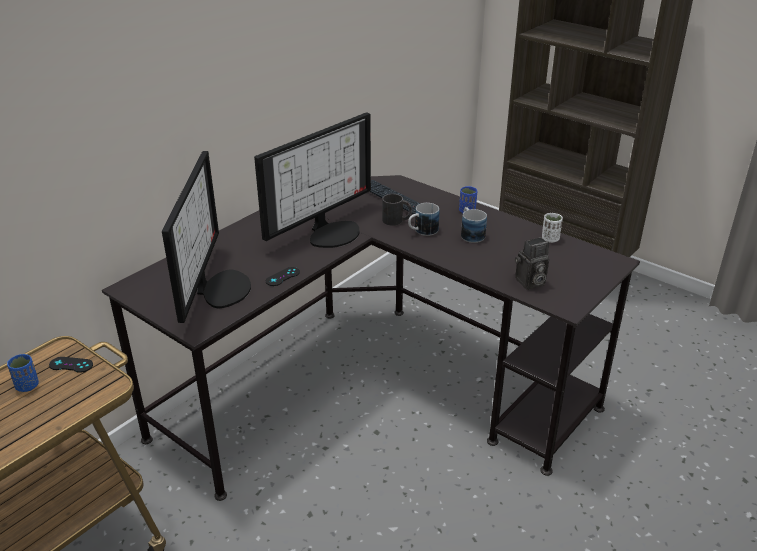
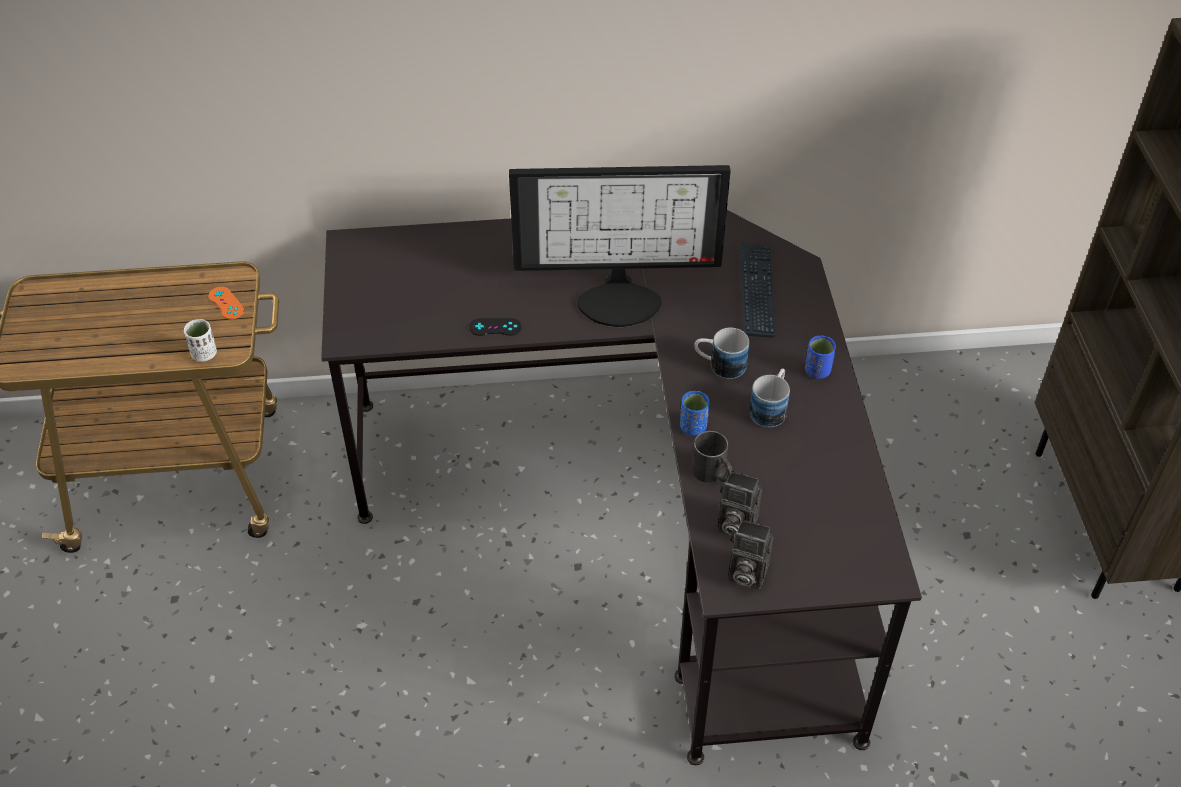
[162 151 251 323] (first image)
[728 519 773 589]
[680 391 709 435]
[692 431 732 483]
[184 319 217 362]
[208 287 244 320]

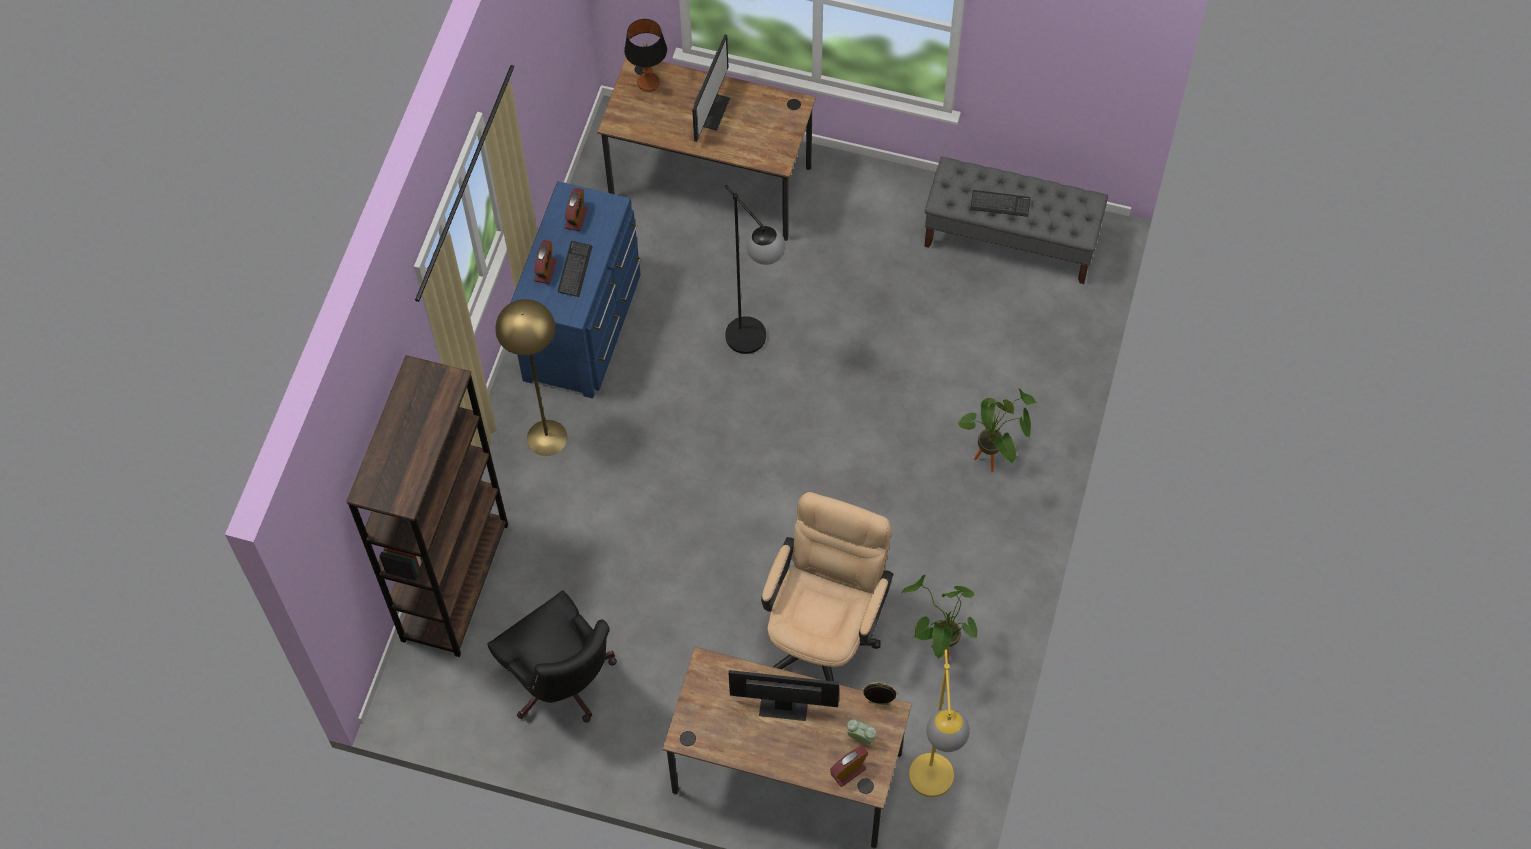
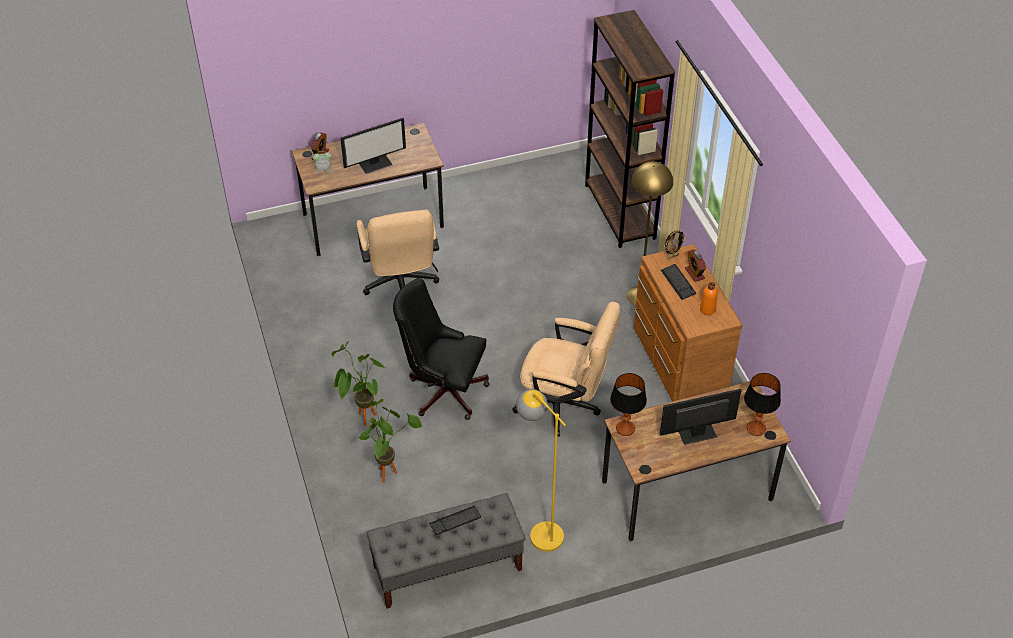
[610 373 647 436]
[393 278 490 420]
[664 230 686 260]
[358 399 422 483]
[516 389 566 552]
[700 282 718 315]
[512 301 621 437]
[634 244 743 402]
[660 389 742 445]

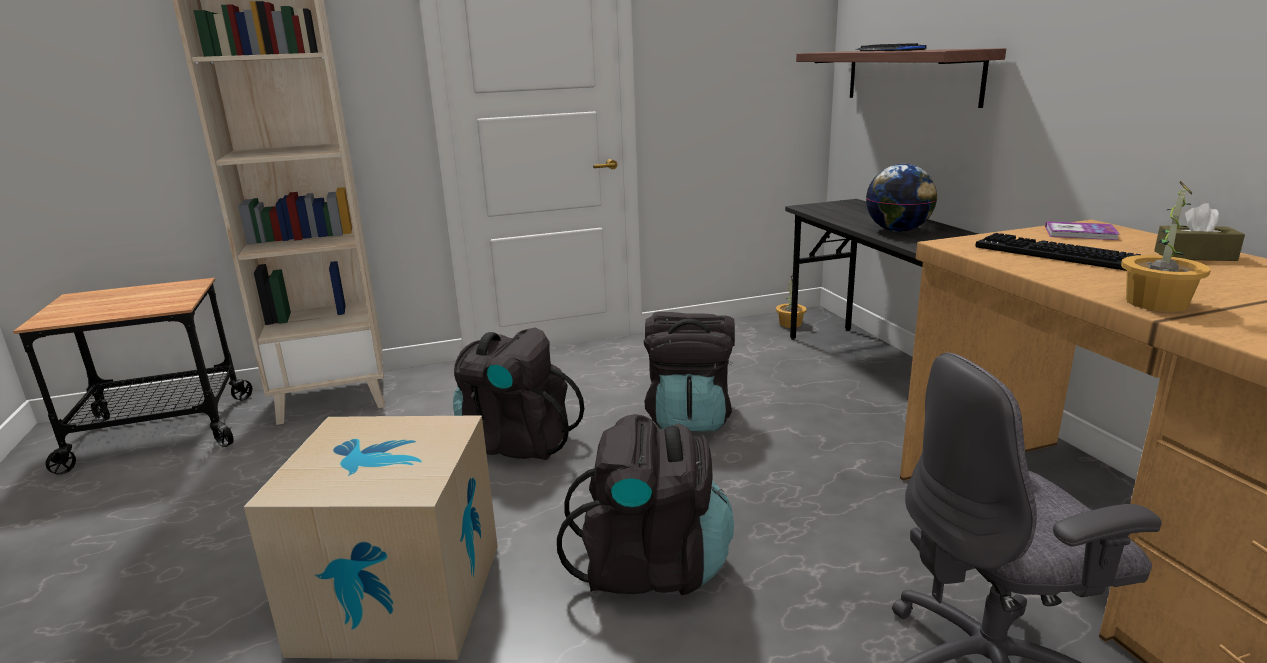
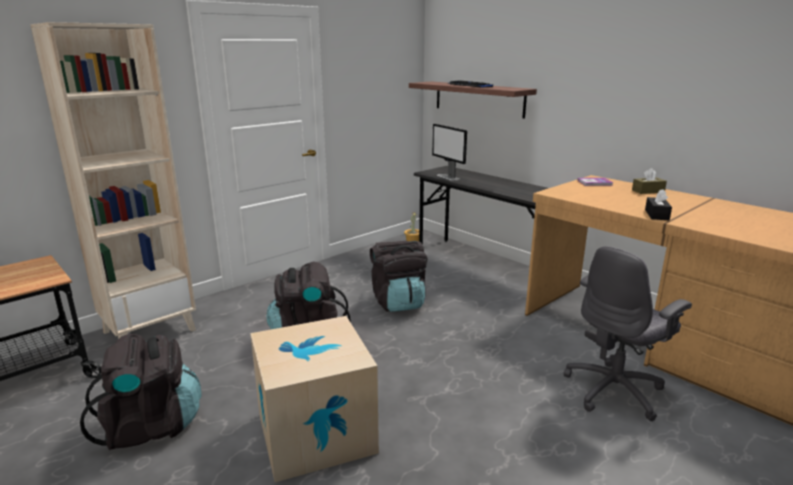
[866 164 937 232] (first image)
[975 233 1141 271] (first image)
[432 124 467 181]
[80 334 202 451]
[645 189 672 220]

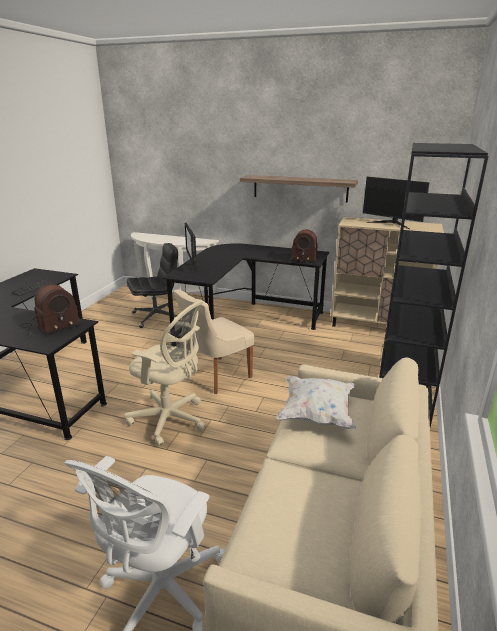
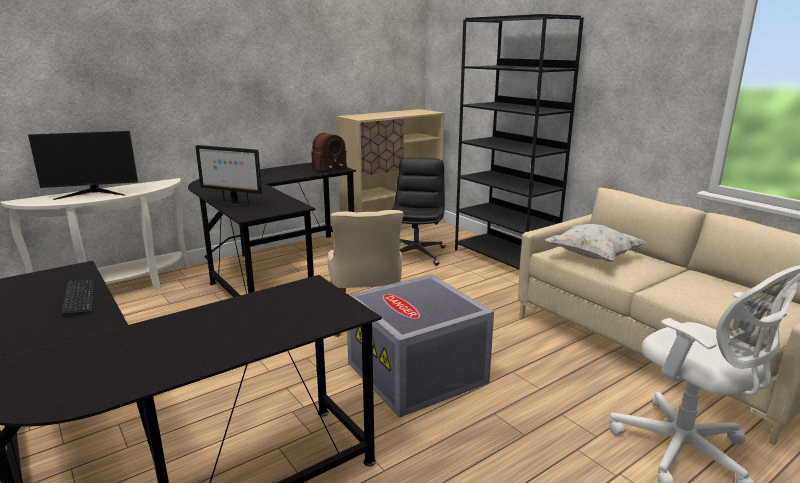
[20 284 81 336] (first image)
[240 175 358 203] (first image)
[391 158 445 266]
[28 131 138 200]
[347 274 494 418]

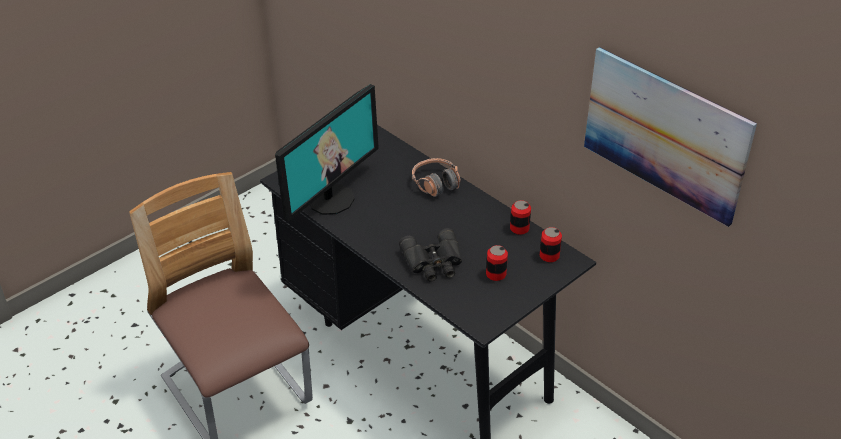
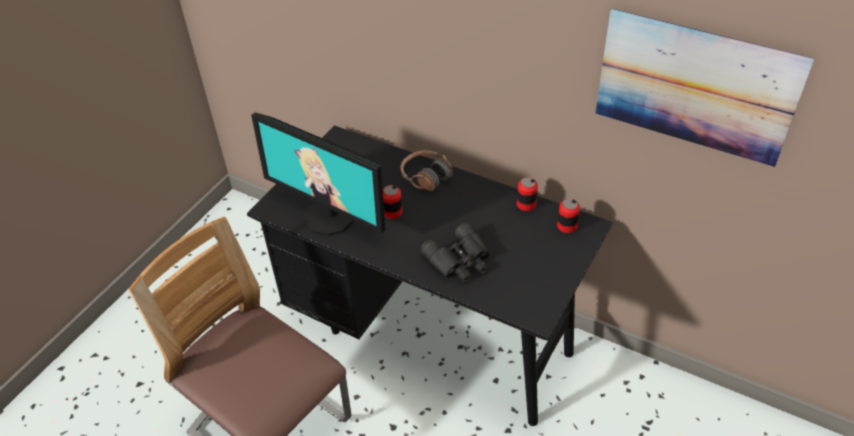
[383 185 403 219]
[251 112 385 236]

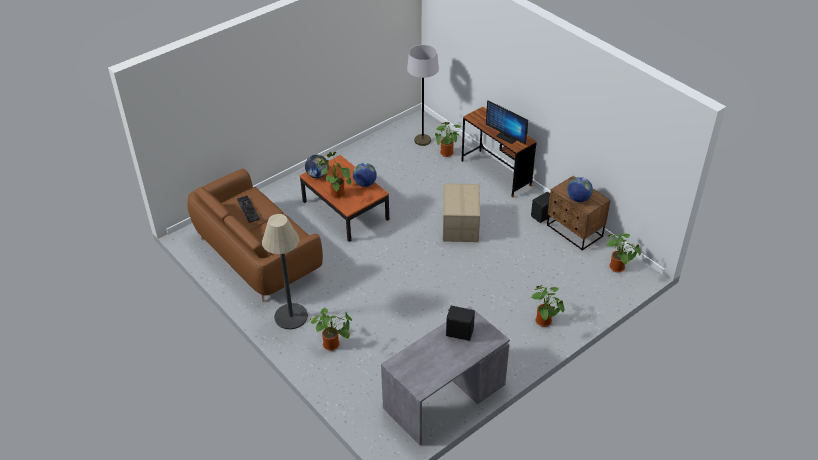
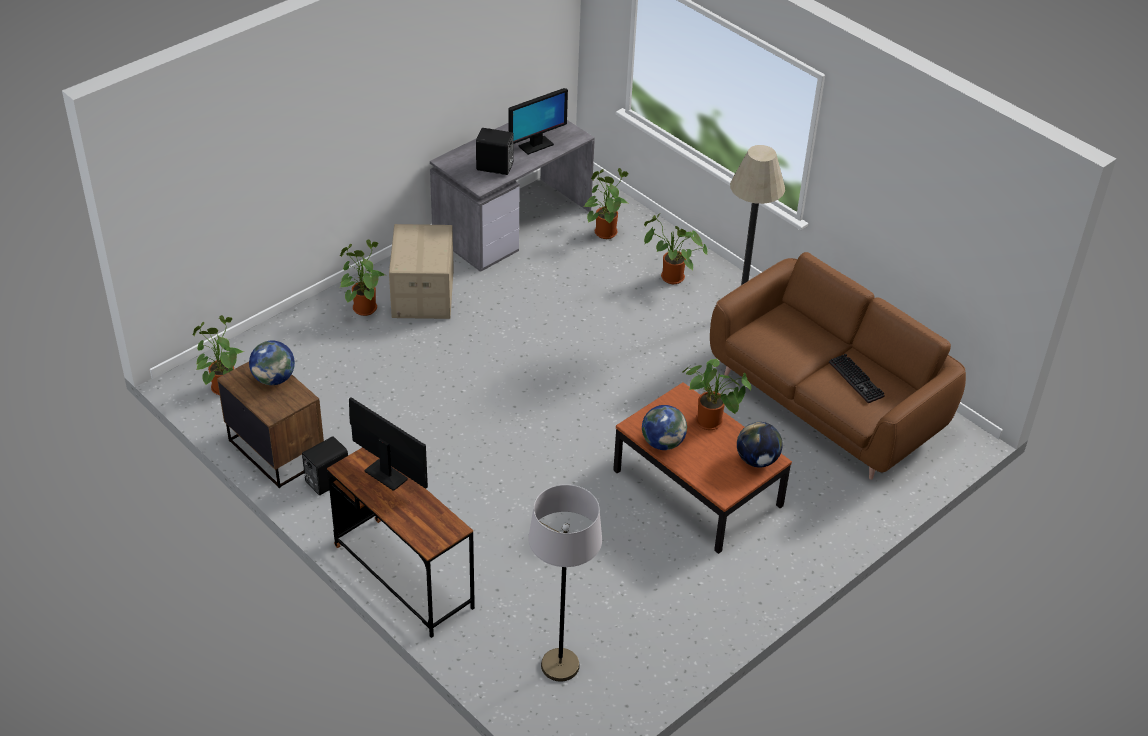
[508 88 568 155]
[583 168 629 239]
[389 224 454 319]

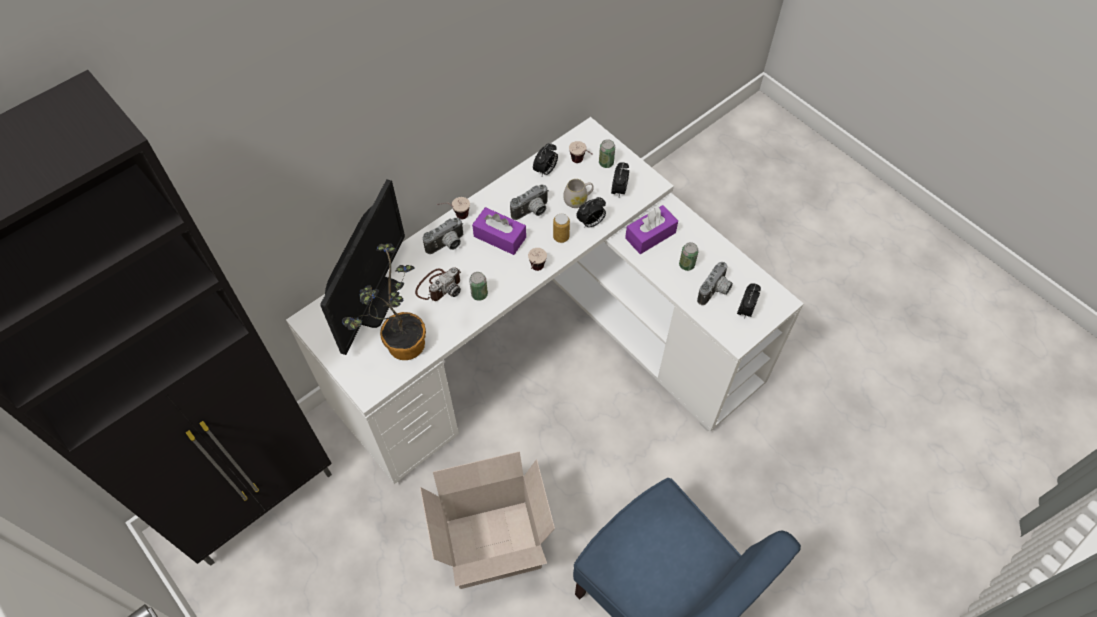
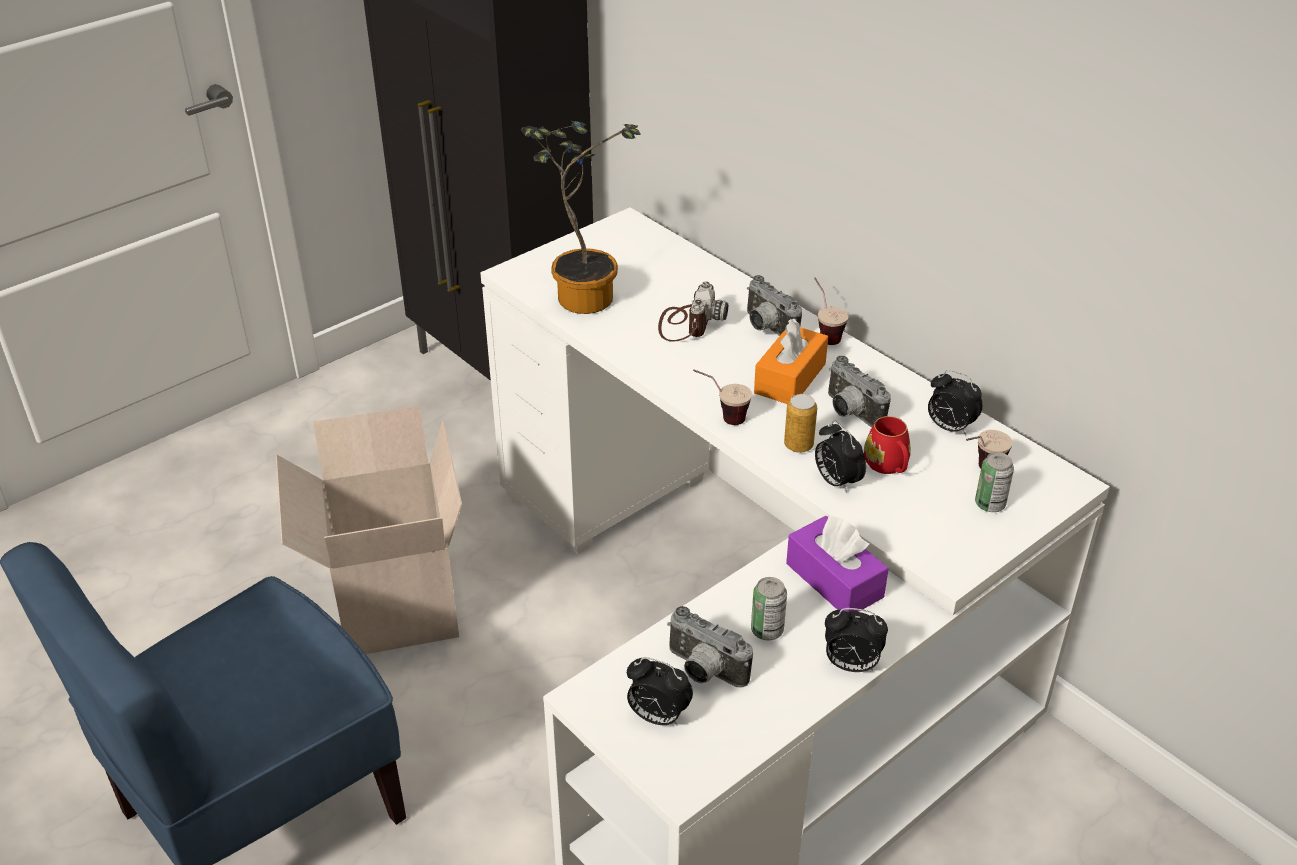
[320 180 405 355] (first image)
[469 272 488 301] (first image)
[825 608 888 672]
[754 319 828 404]
[864 416 911 474]
[658 281 728 342]

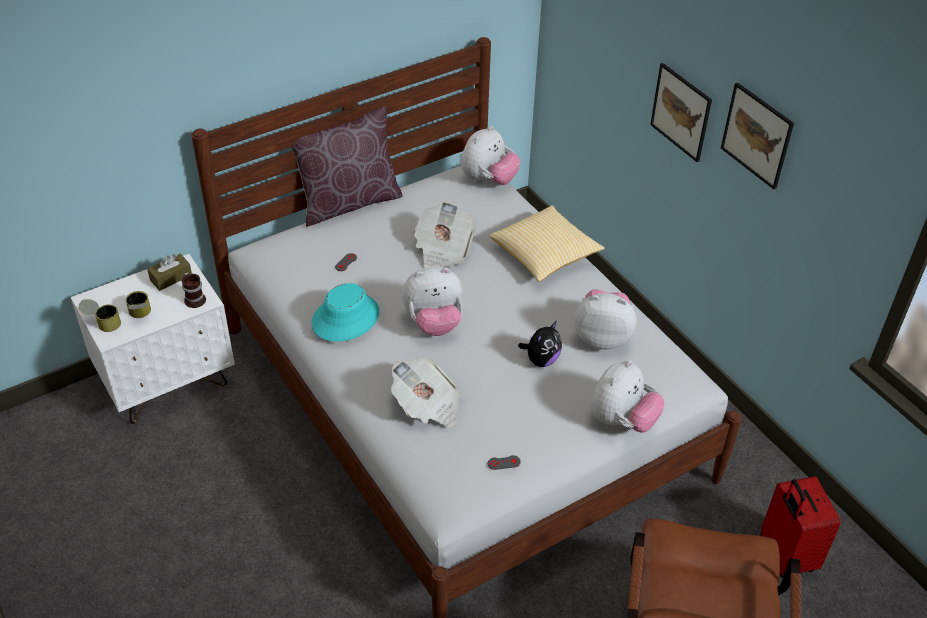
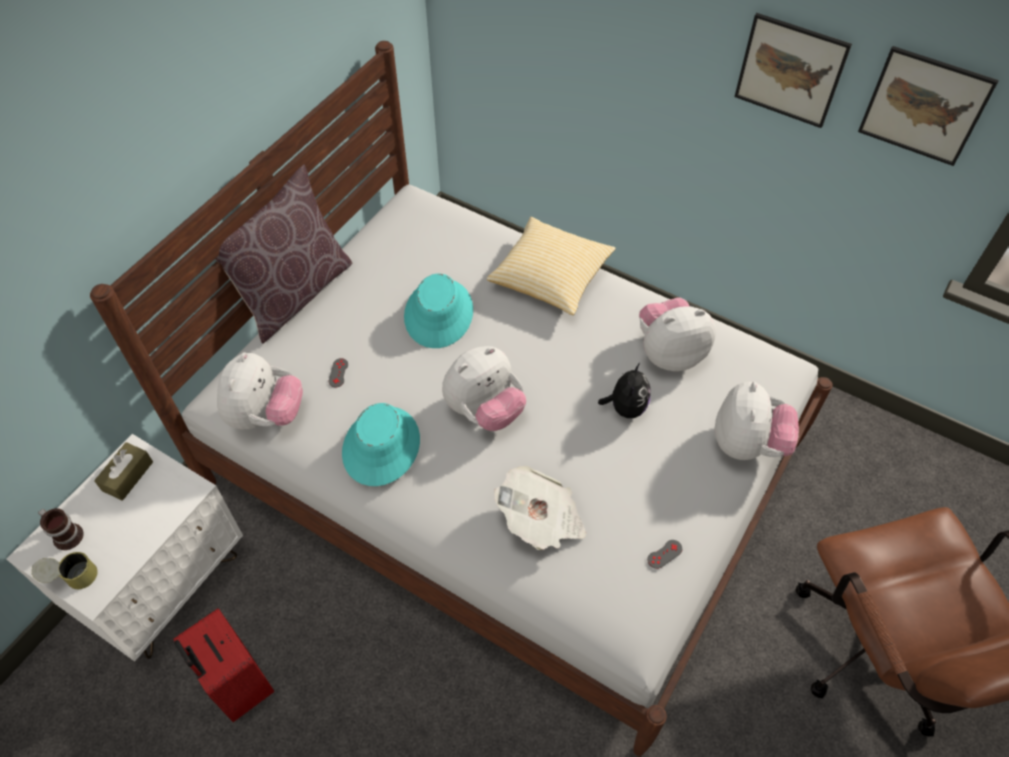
[126 291 151 318] (first image)
[38 508 84 550]
[217 352 303 430]
[858 46 999 166]
[173 608 274 722]
[404 274 473 348]

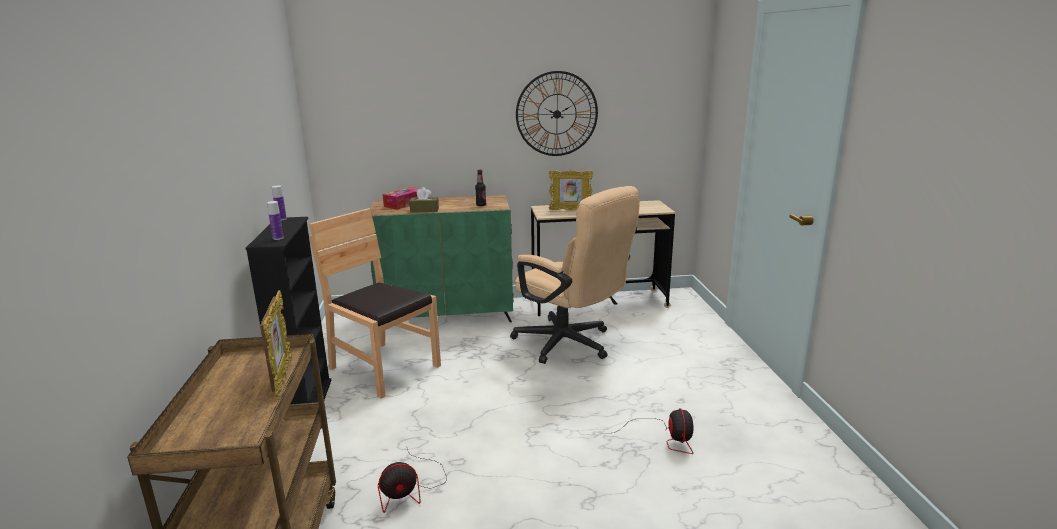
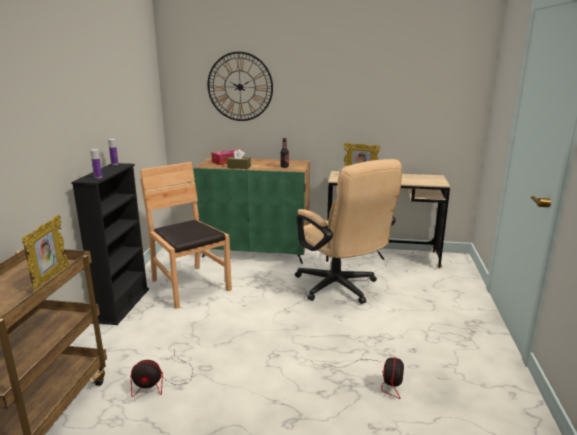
[207 52 273 121]

